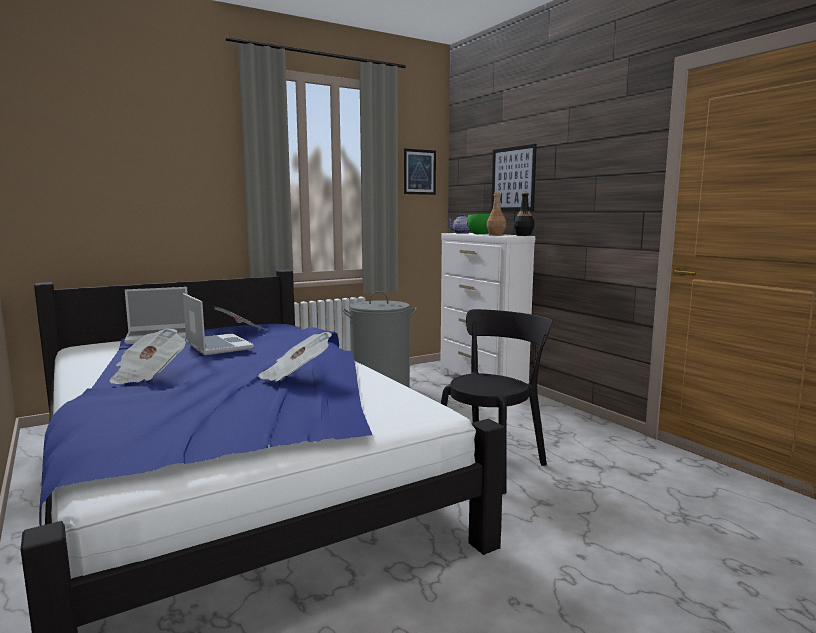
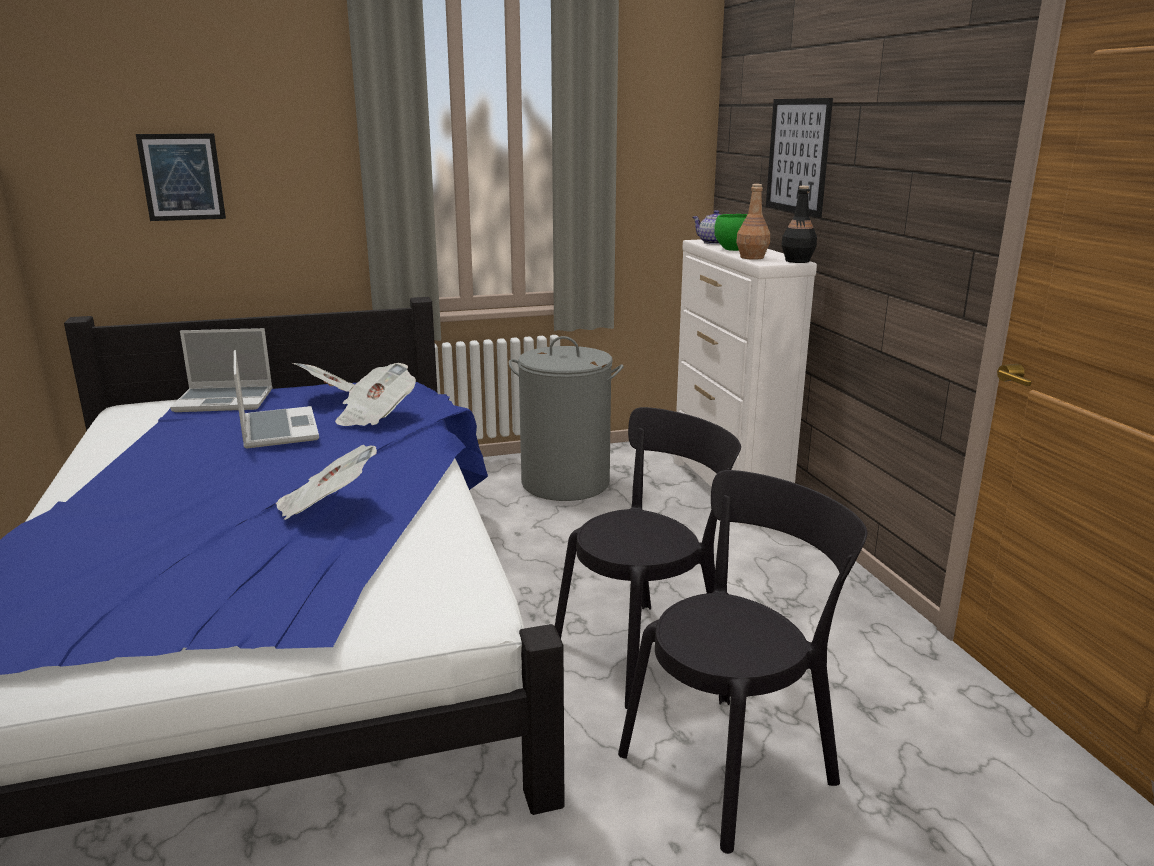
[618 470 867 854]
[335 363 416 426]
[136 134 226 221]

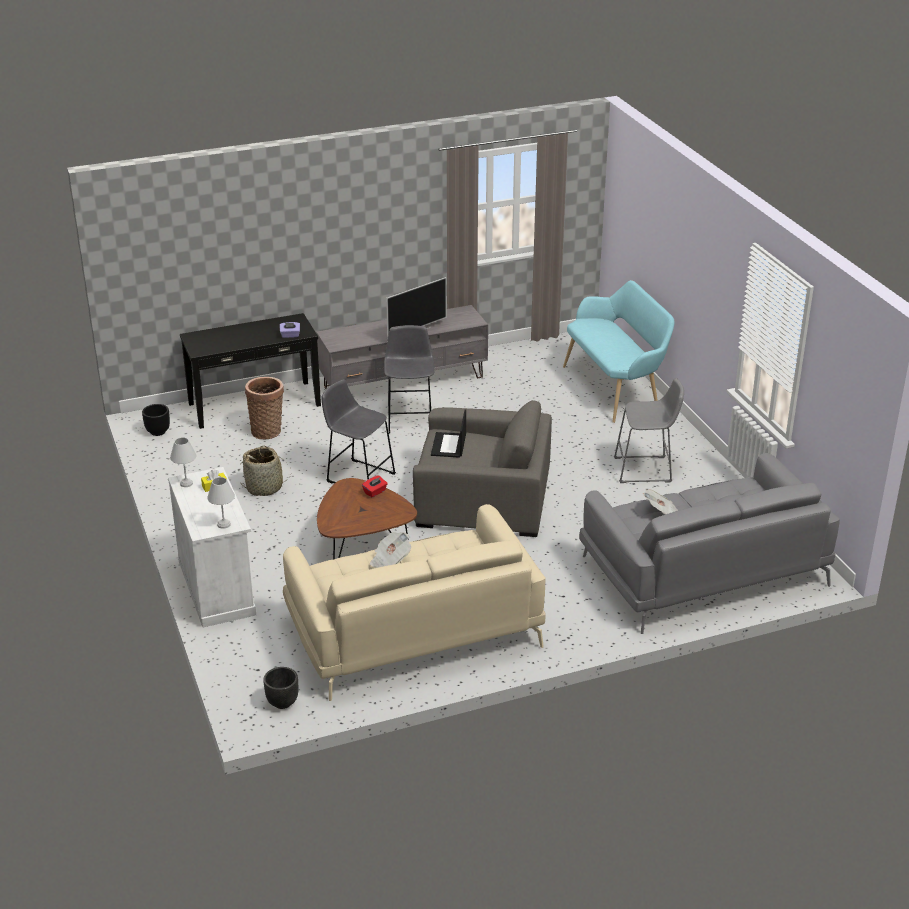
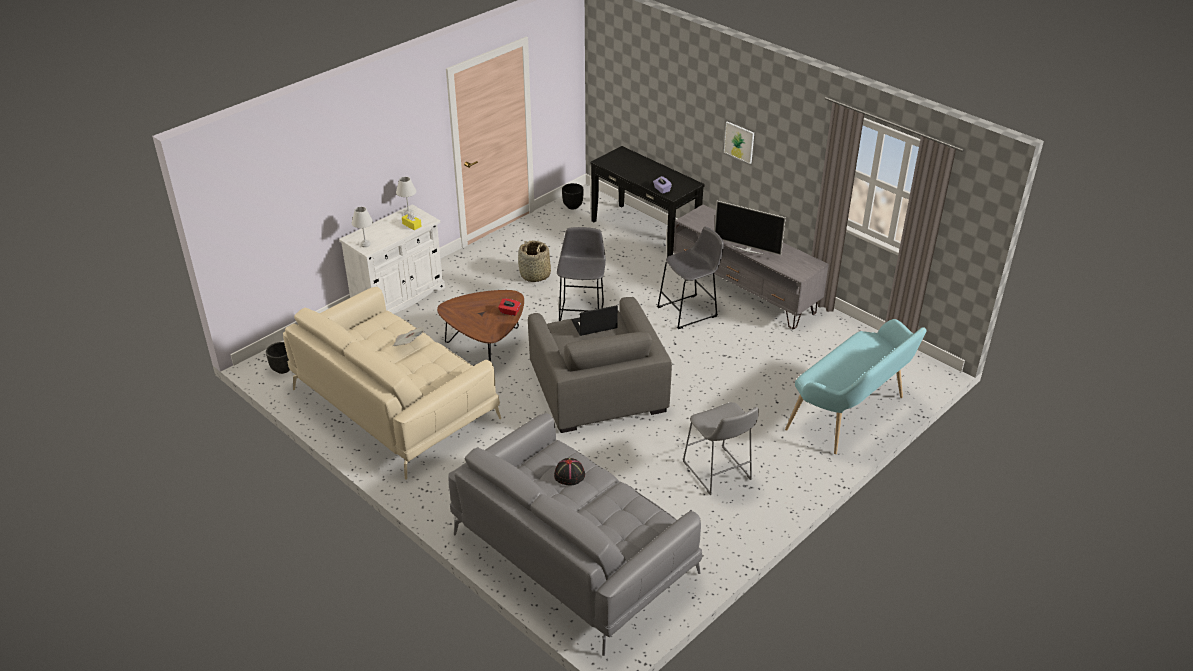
[245 377 284 439] (first image)
[724 121 754 164]
[554 458 585 486]

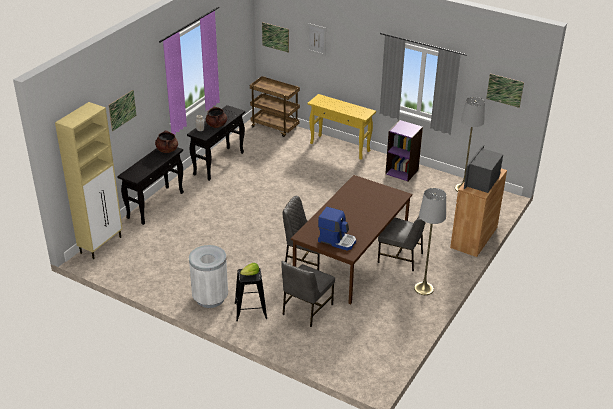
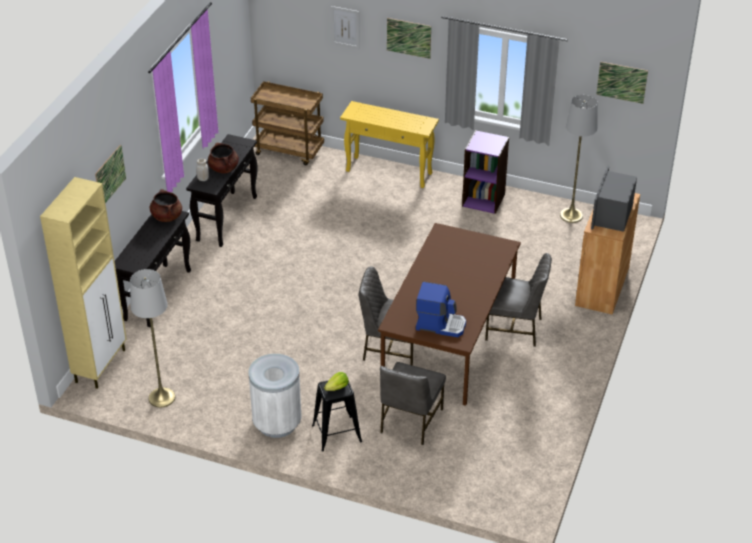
[387 18 431 59]
[130 269 175 408]

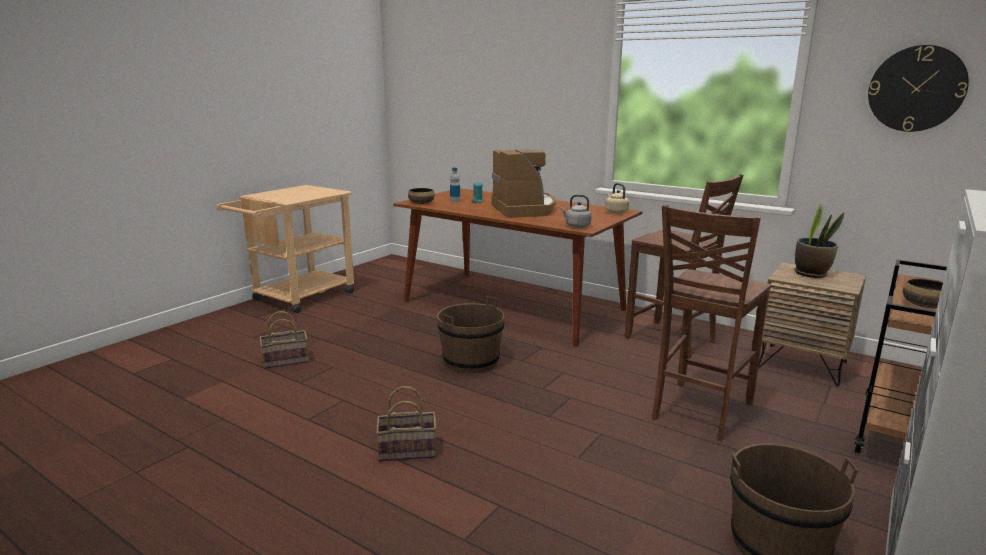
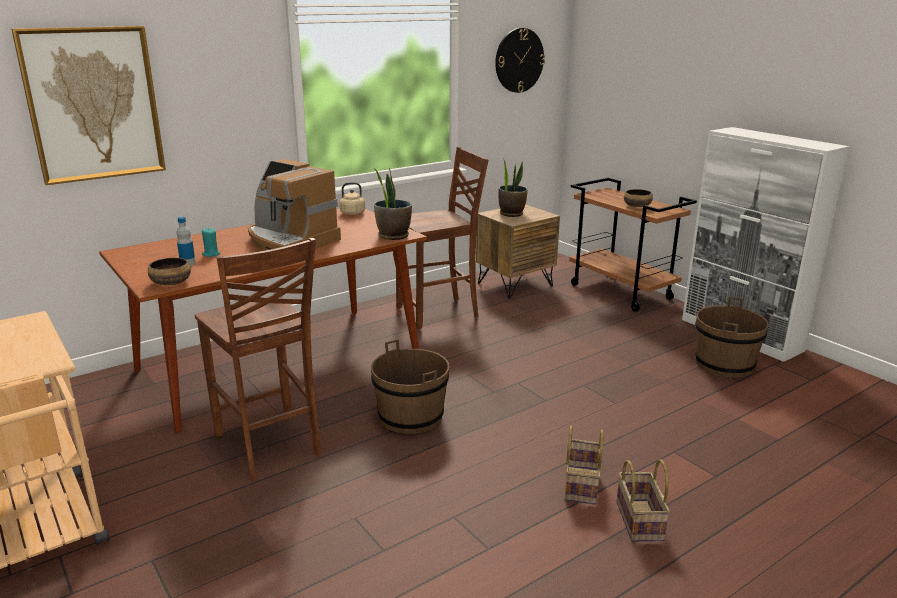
[12 26 166 185]
[616 459 670 542]
[195 238 321 480]
[374 168 412 240]
[248 159 341 250]

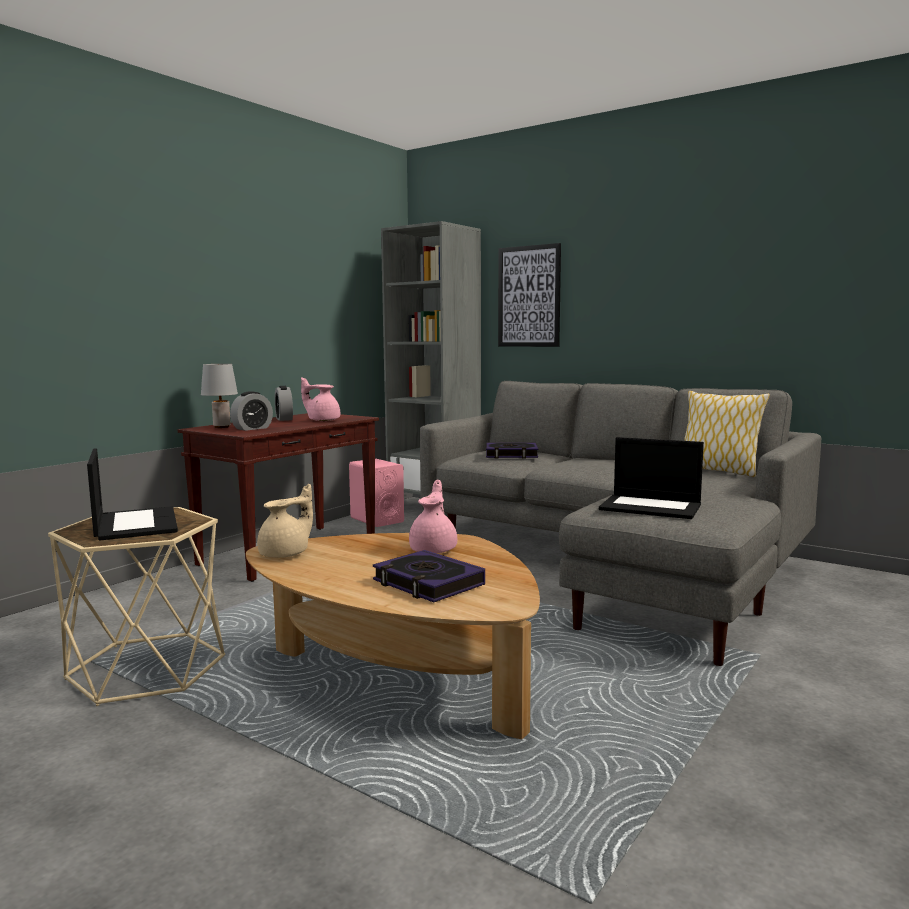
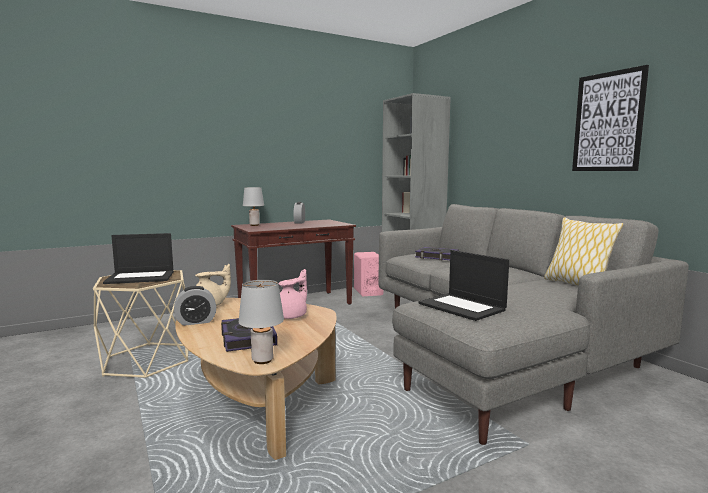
[301 377 340 421] (first image)
[239 280 284 364]
[174 286 216 326]
[572 65 649 171]
[103 233 174 284]

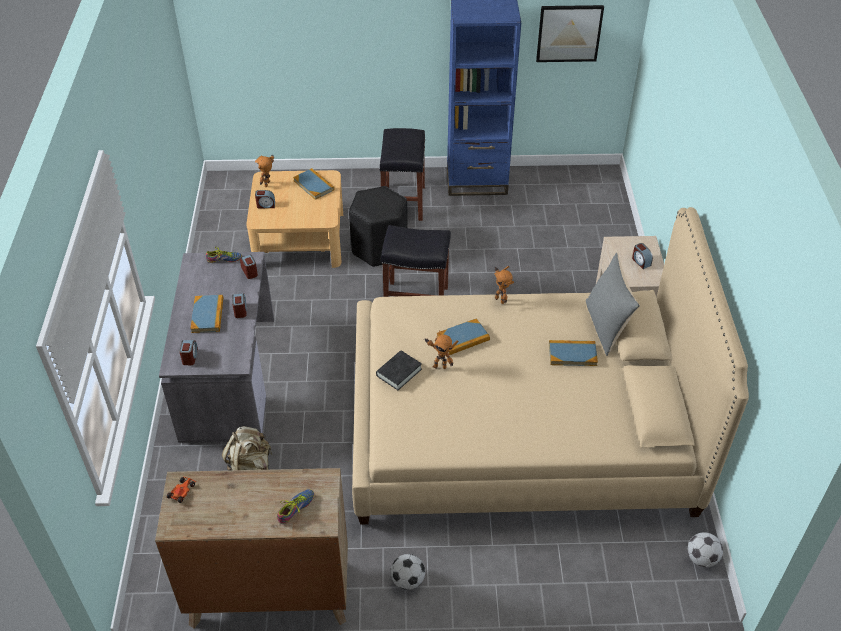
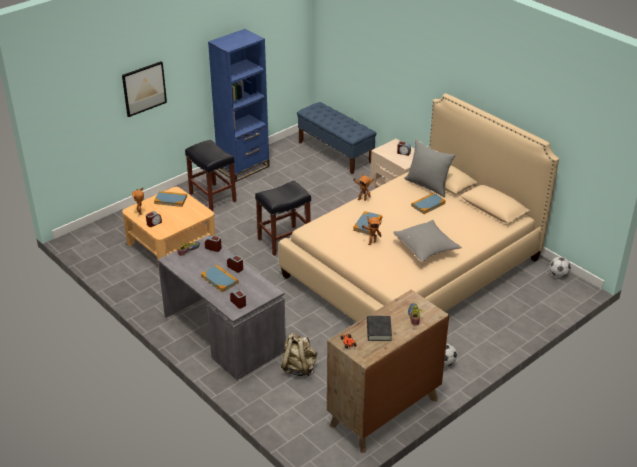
[349 186 407 267] (first image)
[297 102 377 174]
[393 220 462 263]
[367 316 392 341]
[122 61 167 117]

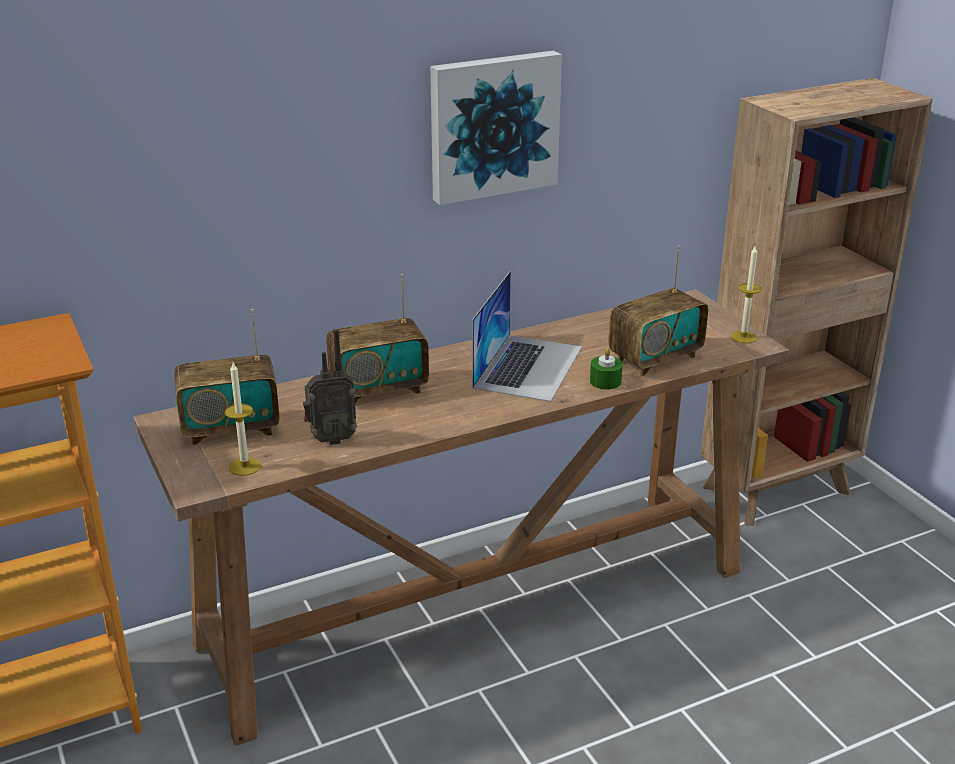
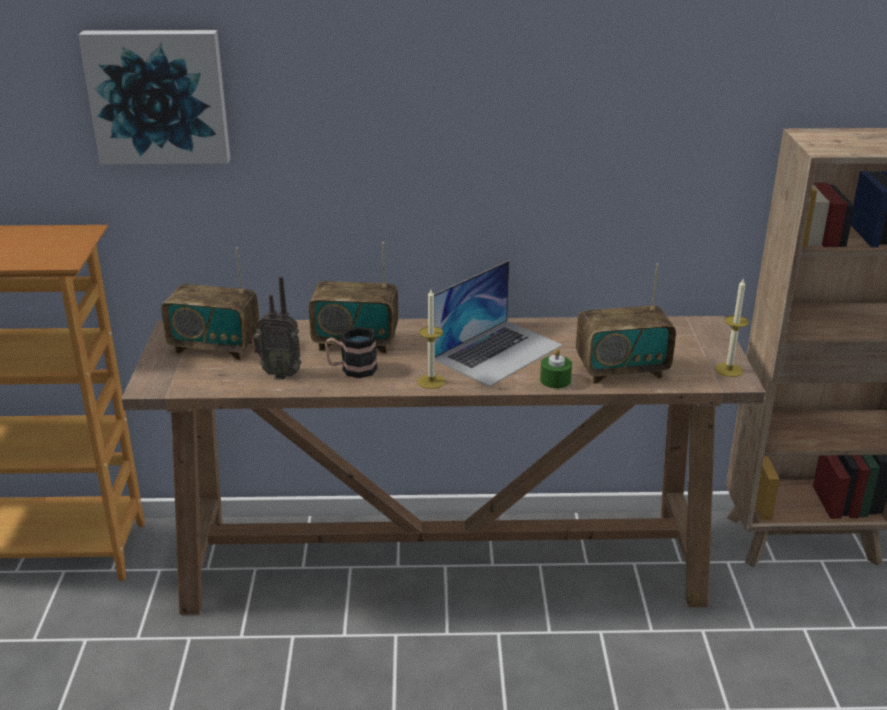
[325 327 377 378]
[418 289 445 389]
[79 30 230 164]

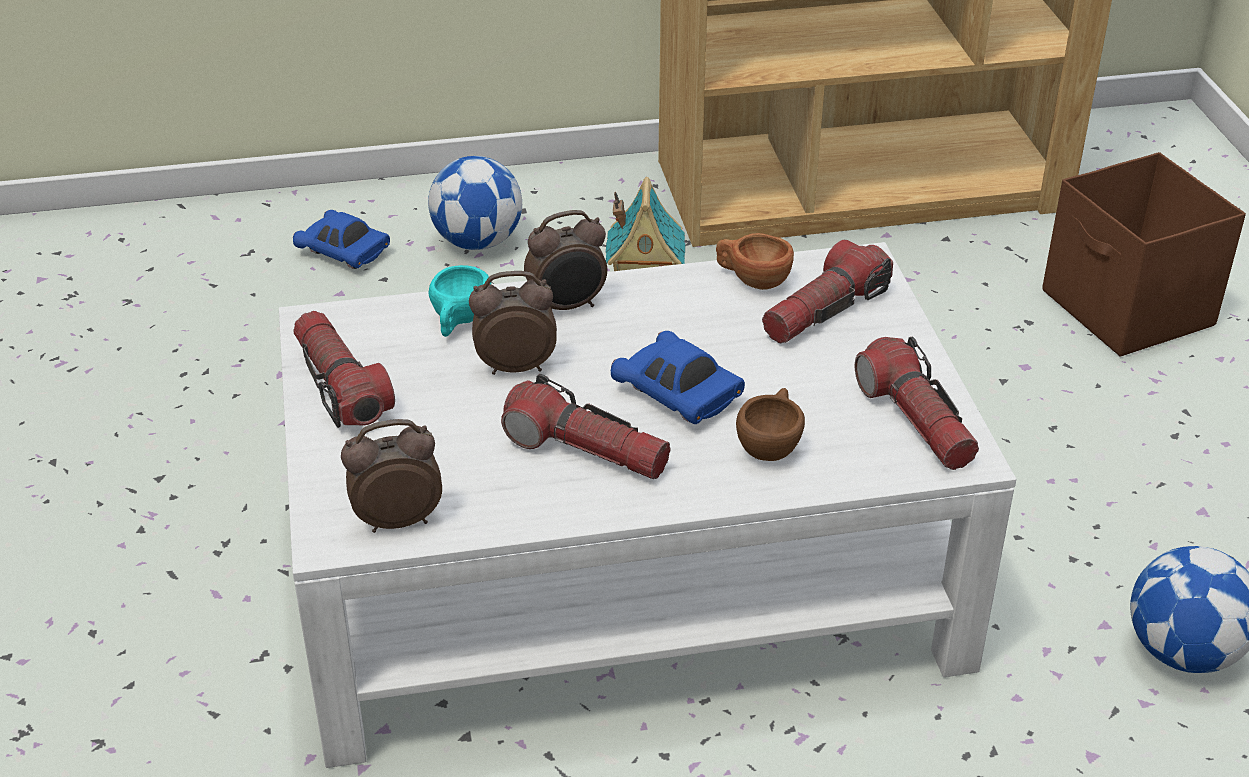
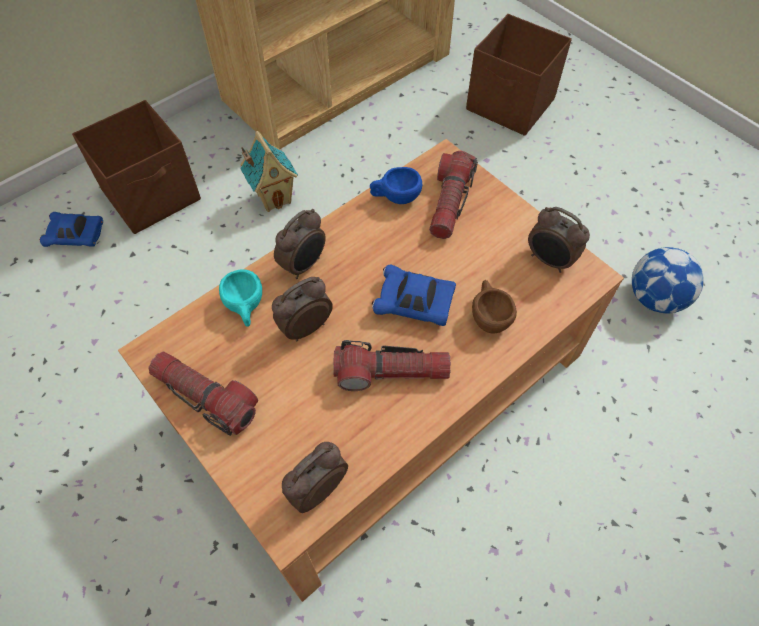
[72 100 201 234]
[528 207 590 273]
[118 139 624 602]
[370 167 422 204]

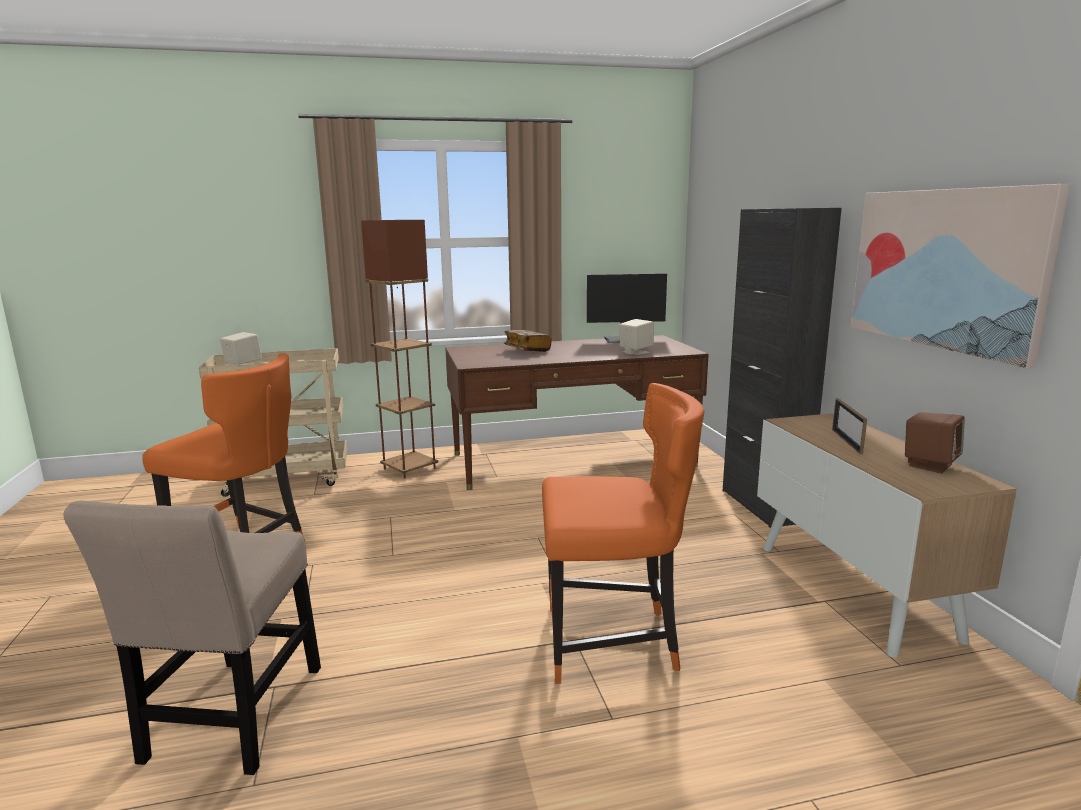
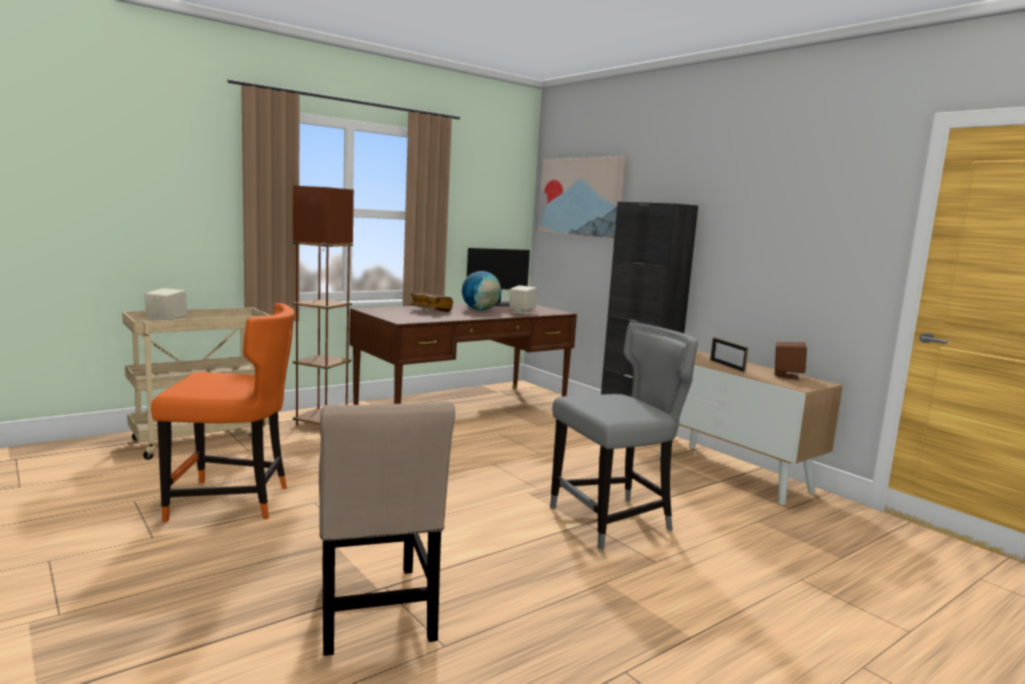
[462 271 501 311]
[538 156 626 238]
[550 322 698 550]

